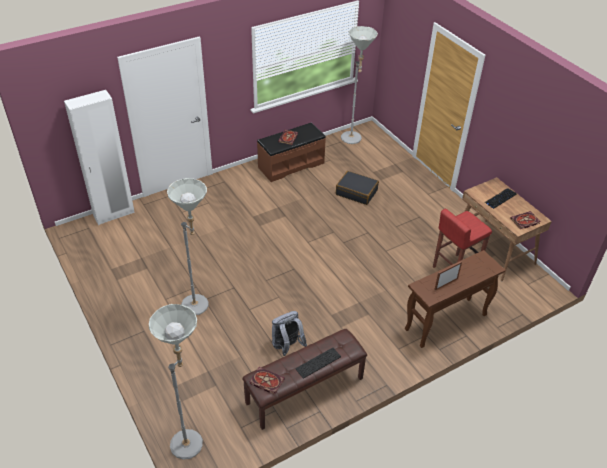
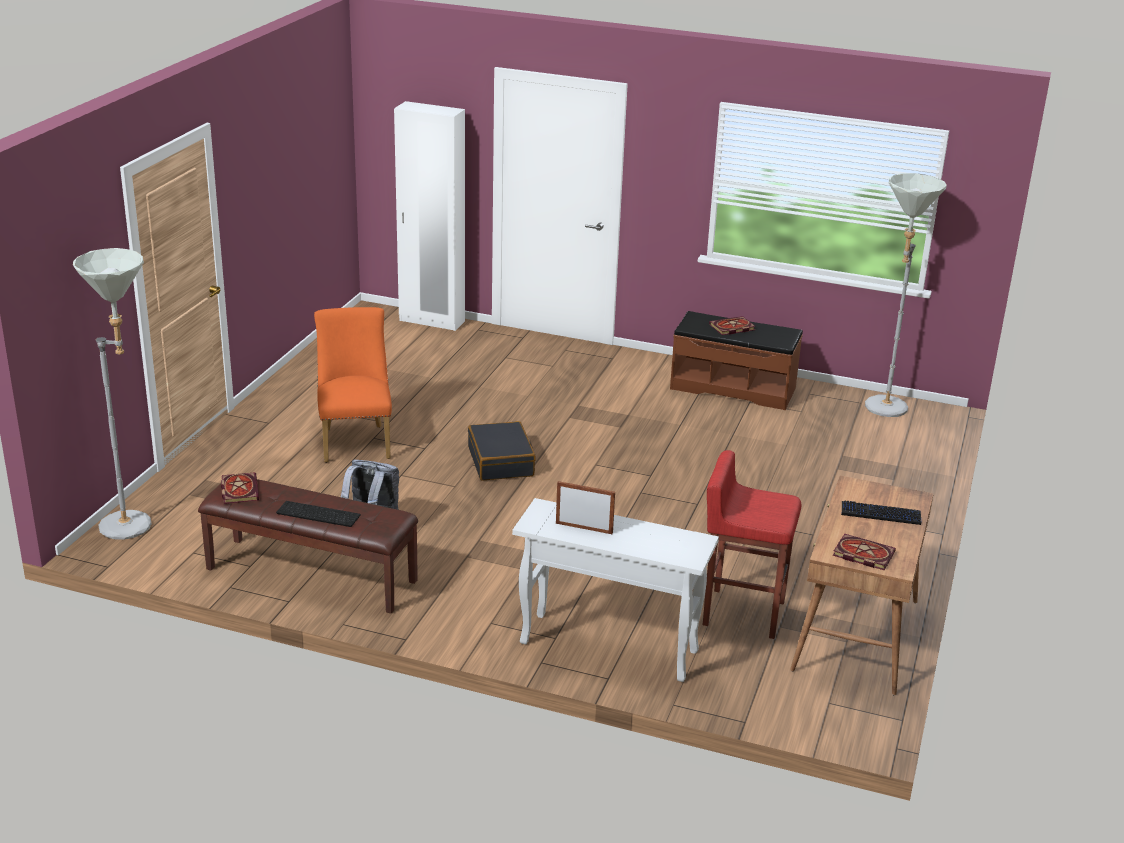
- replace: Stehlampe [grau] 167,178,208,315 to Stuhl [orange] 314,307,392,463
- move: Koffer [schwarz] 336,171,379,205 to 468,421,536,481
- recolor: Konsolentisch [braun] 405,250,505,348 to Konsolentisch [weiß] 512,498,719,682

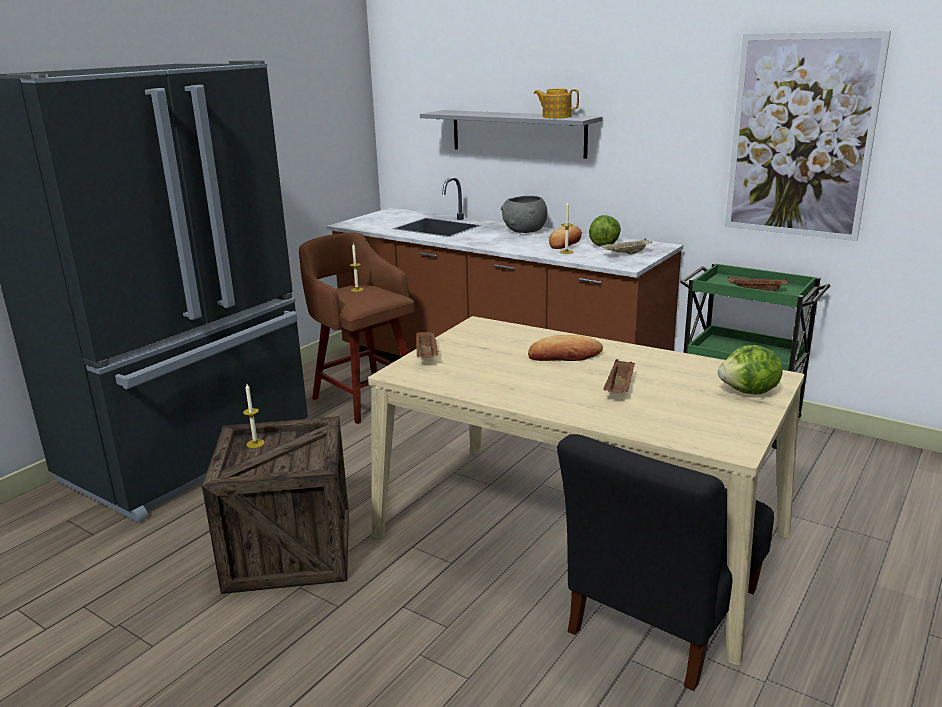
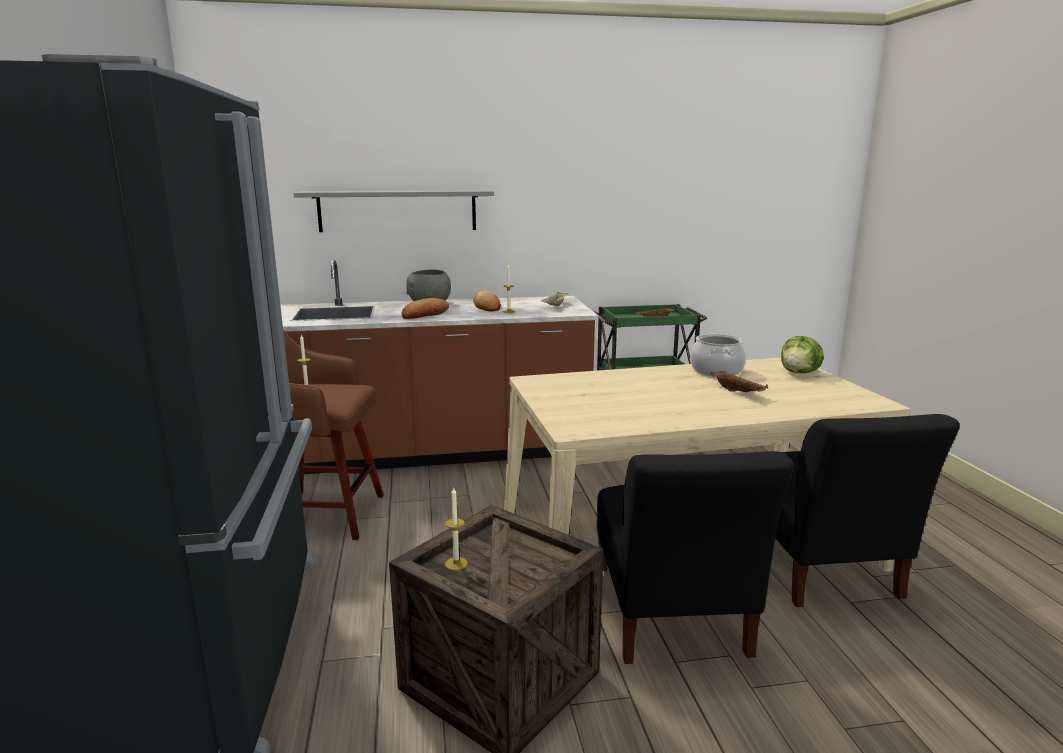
- delete: Tablett [braun] 417,331,438,358
- move: Brot 528,335,603,361 to 401,298,449,319
- delete: Teekanne 534,89,579,118
- delete: Salatkopf 589,215,621,247
- delete: Bild 725,31,891,241
- insert: Stuhl [schwarz] 596,451,794,664
- insert: Kochtopf 690,334,746,377

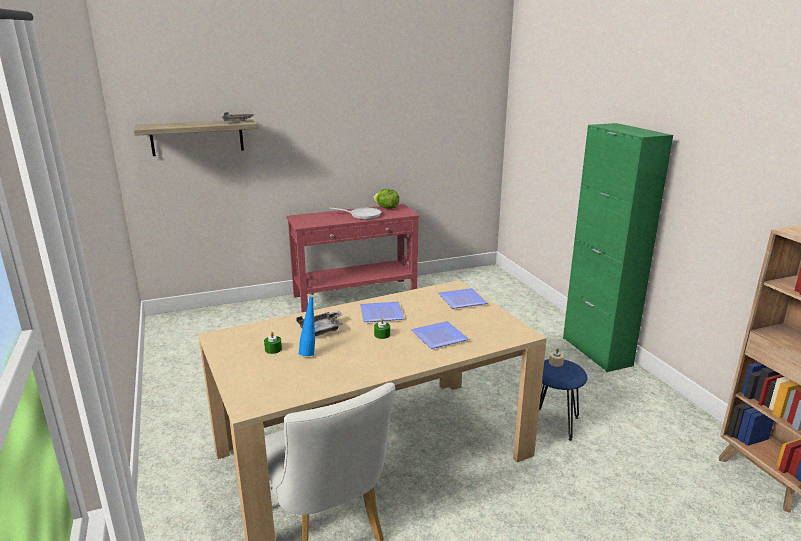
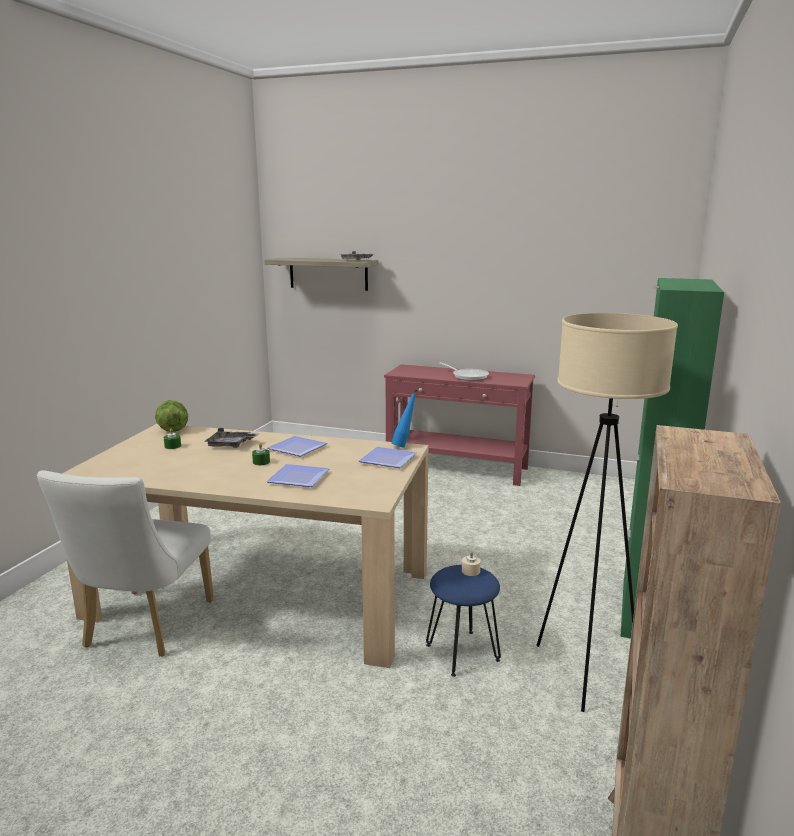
- move: Flasche [blau] 299,292,315,356 to 391,389,417,448
- move: Salatkopf 373,189,399,209 to 155,400,188,432
- insert: Stehlampe [beige] 537,313,678,712

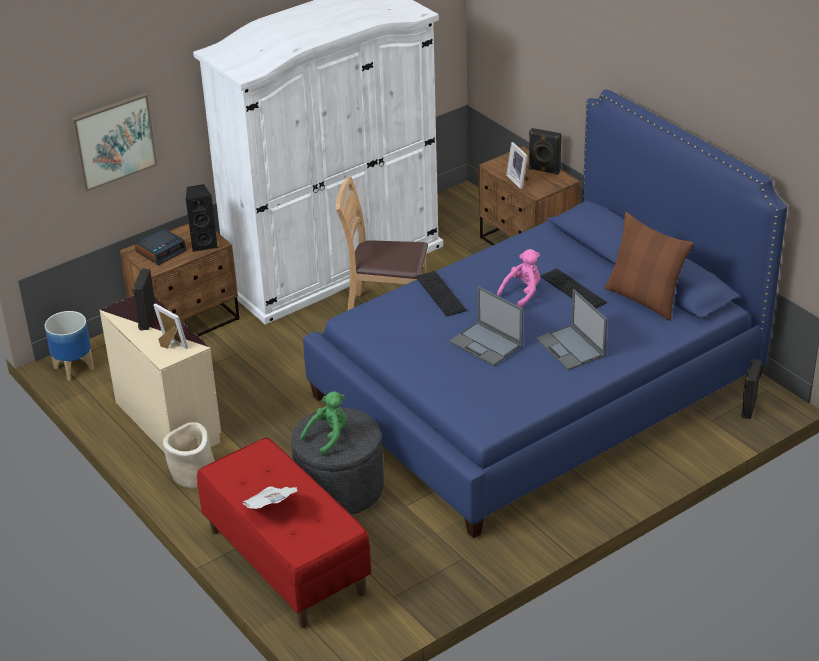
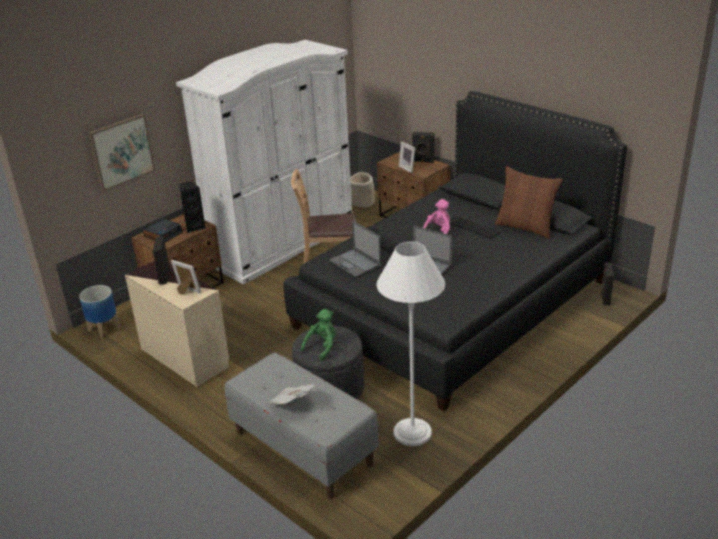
- move: Pflanzkübel [beige] 163,422,215,489 to 350,172,375,208
- recolor: Bank [rot] 197,437,371,628 to Bank [grau] 225,352,378,499
- recolor: Bett [blau] 303,89,787,539 to Bett [schwarz] 283,91,627,411
- move: Laptop 536,289,607,370 to 329,221,382,277
- insert: Stehlampe [weiß] 377,241,445,446

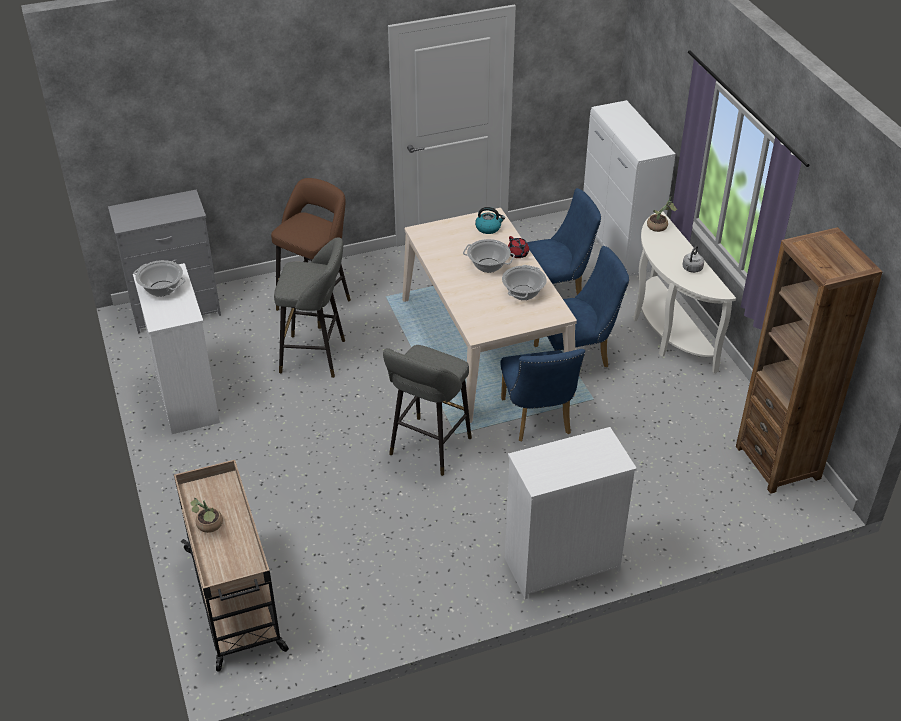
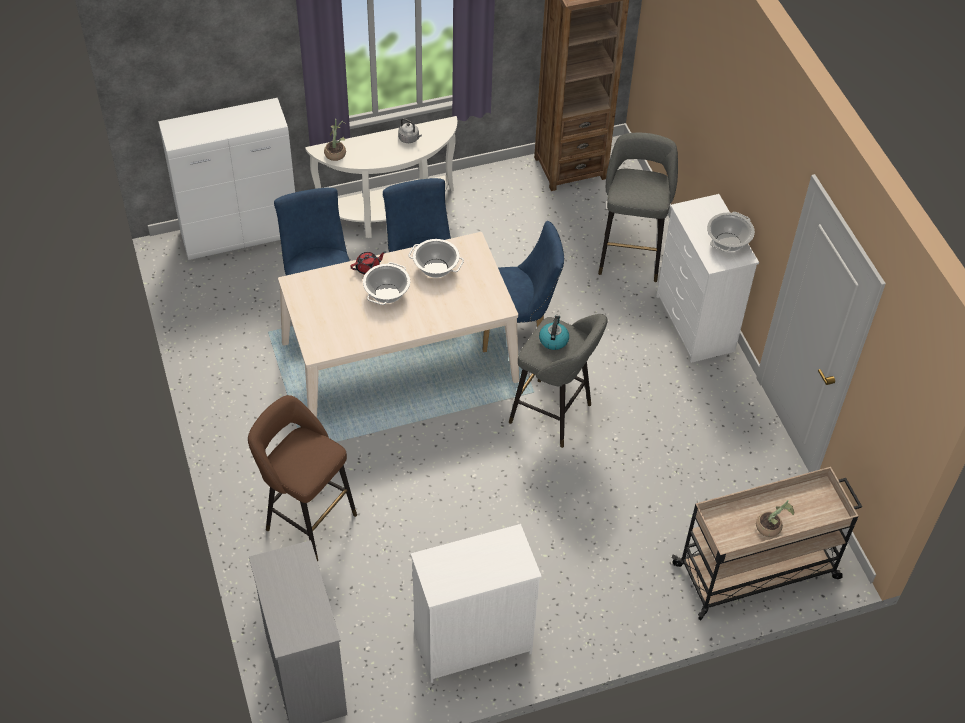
- move: Kochtopf 134,260,186,297 to 707,212,755,252
- move: Hocker [grau] 274,237,345,378 to 598,133,678,282
- move: Wasserkessel 475,207,505,234 to 539,315,569,350

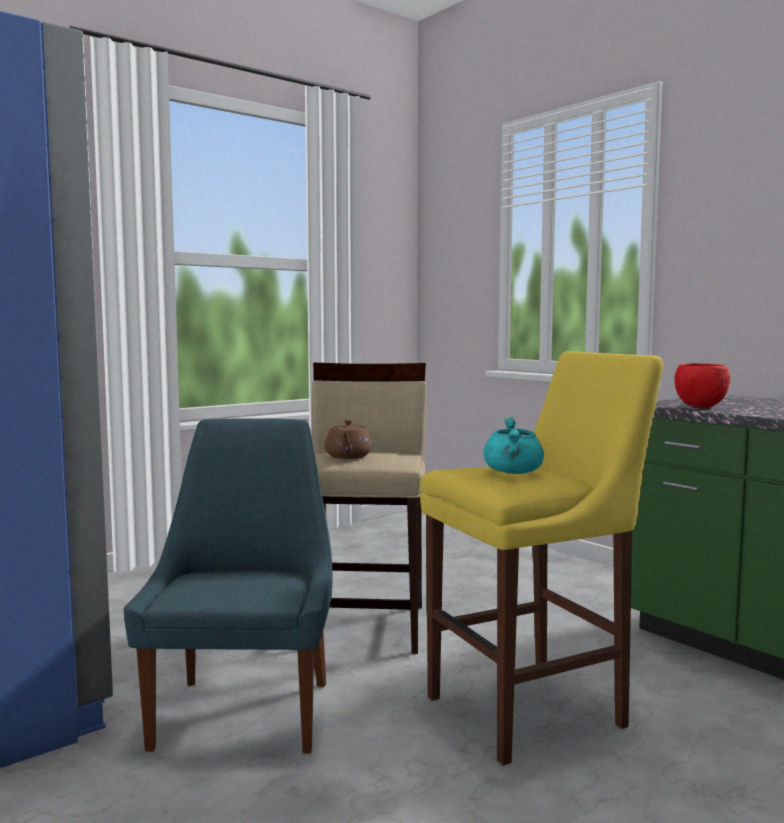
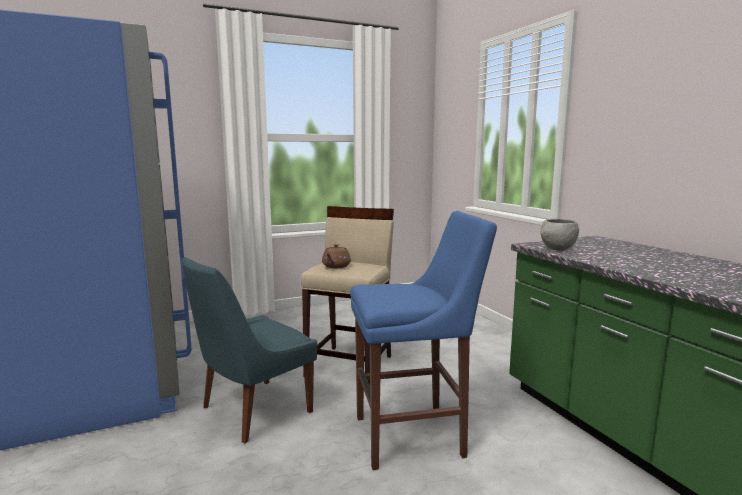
- rotate: Stuhl [blau] 124,418,332,754 = 182,257,317,444 150 degrees counterclockwise
- recolor: Hocker [gelb] 420,351,663,766 to Hocker [blau] 350,211,497,470
- delete: Kochtopf [türkis] 483,417,544,474
- recolor: Schüssel [rot] 674,363,730,408 to Schüssel [grau] 540,219,579,251

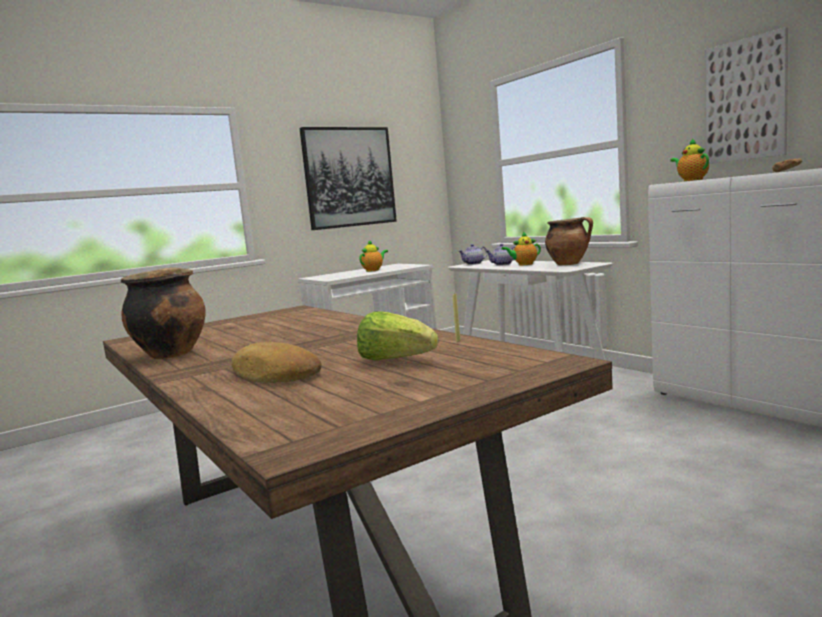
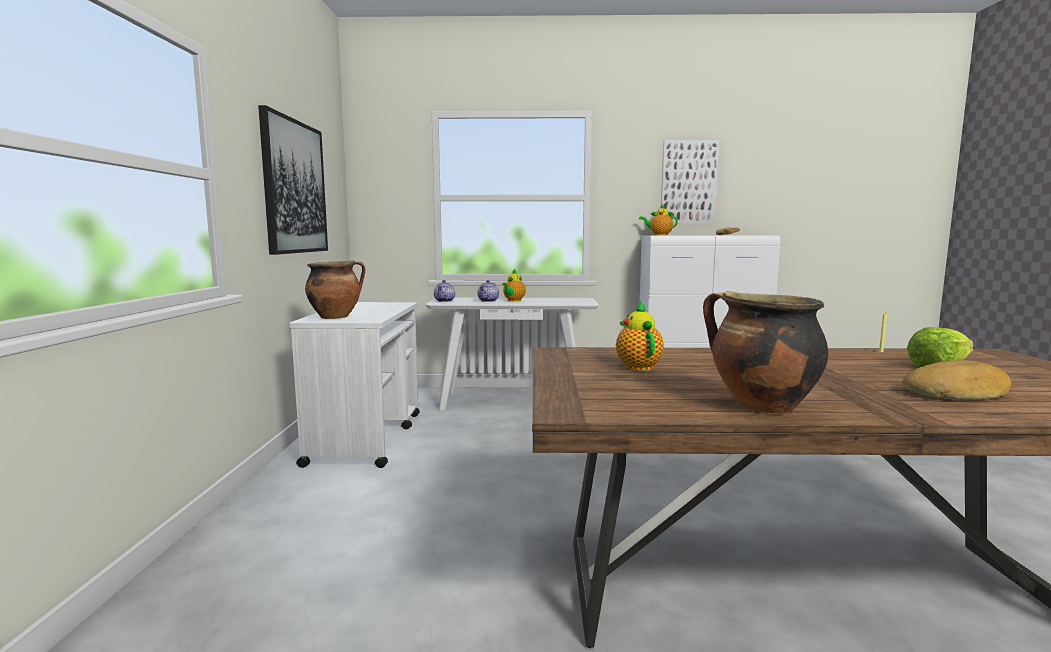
- move: Teekanne 359,240,388,272 to 616,301,664,371
- move: Kochtopf 545,217,593,265 to 305,260,365,319

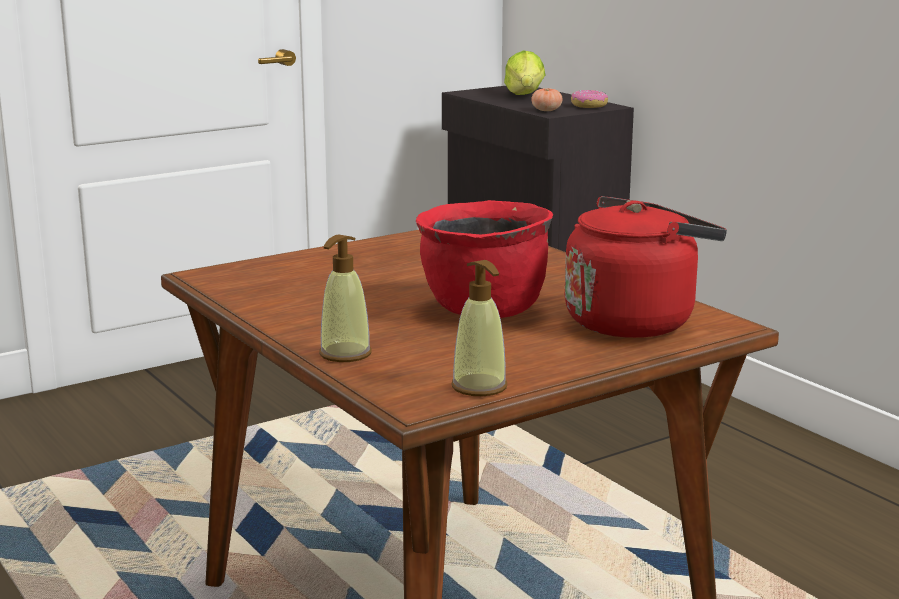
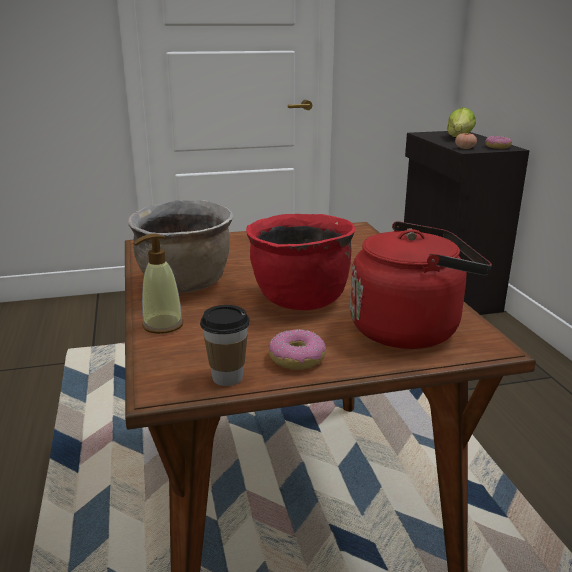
- replace: Seifenspender 451,260,507,396 to Tasse 200,305,250,386
- insert: Kochtopf [braun] 128,200,233,293
- insert: Donut 268,329,326,370

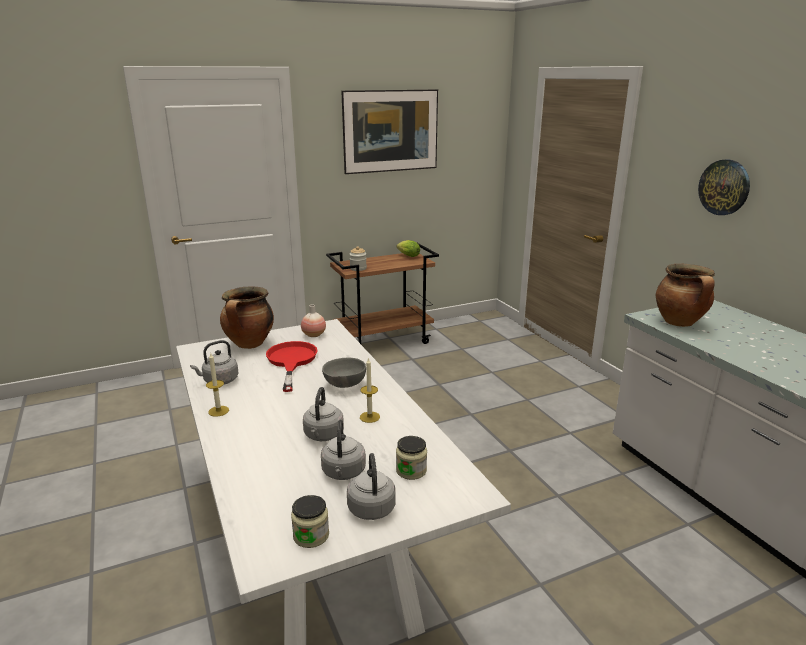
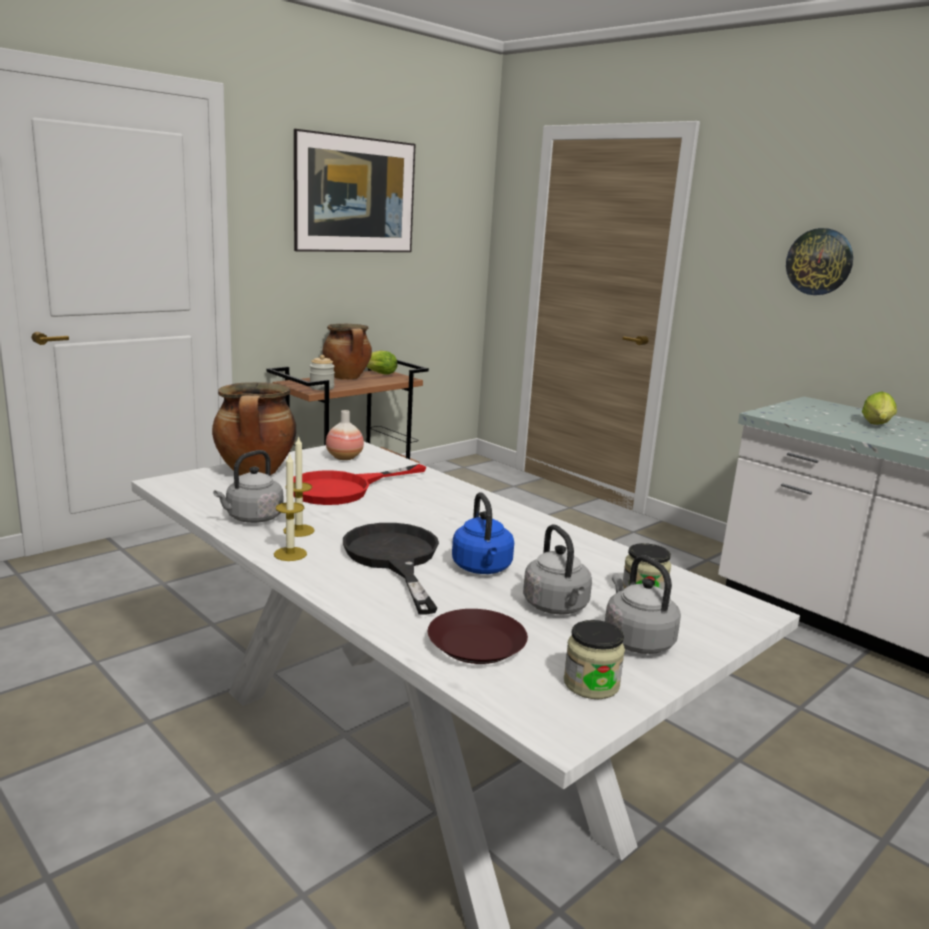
- rotate: Pfanne [rot] 266,341,318,392 = 293,464,427,505 105 degrees counterclockwise
- recolor: Wasserkessel [grau] 303,387,344,441 to Wasserkessel [blau] 452,492,514,574
- delete: Schüssel [grau] 322,358,366,388
- move: Kerze 360,357,380,423 to 283,436,315,537
- move: Kochtopf 656,264,715,327 to 322,324,372,380
- insert: Pfanne [schwarz] 343,523,439,615
- insert: Teller [braun] 428,609,528,664
- insert: Salatkopf 862,391,897,425

